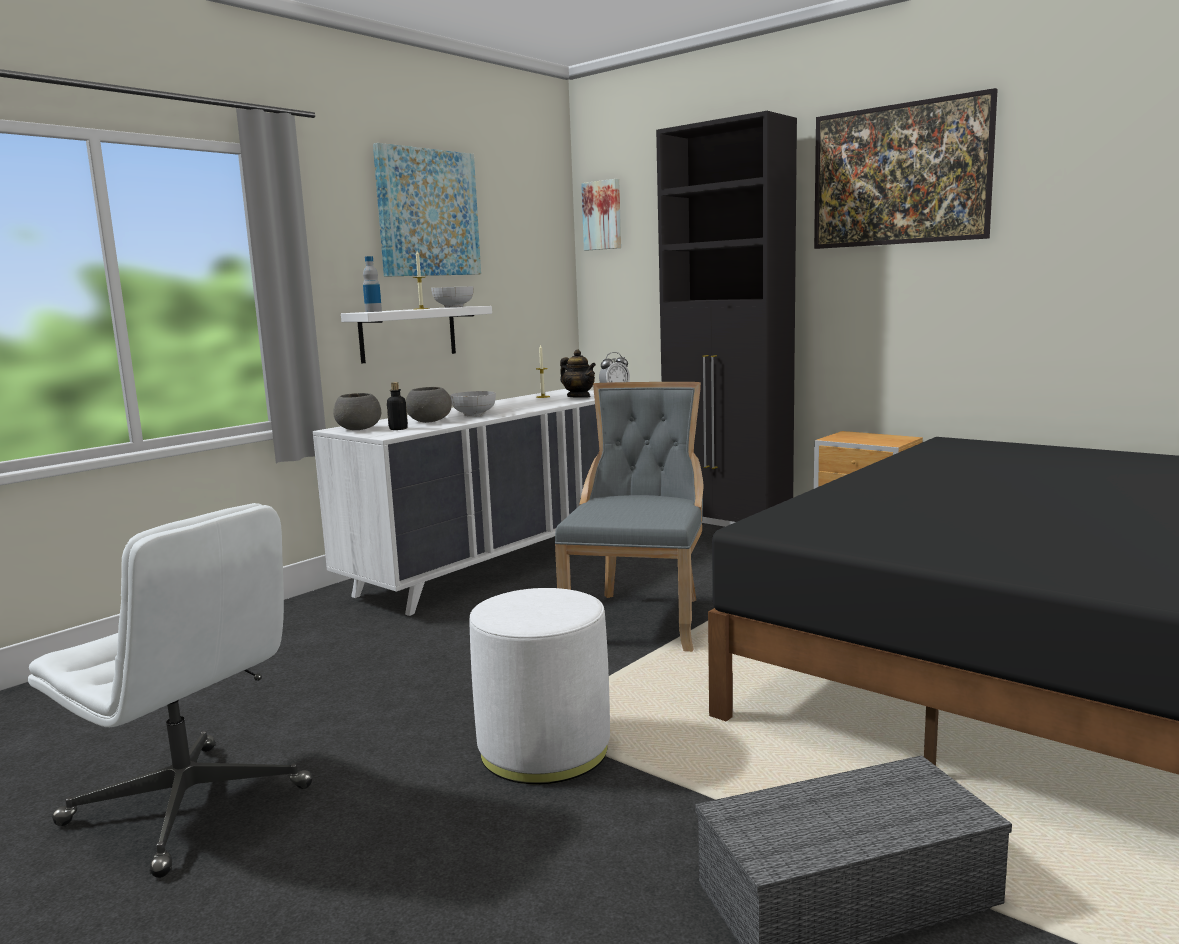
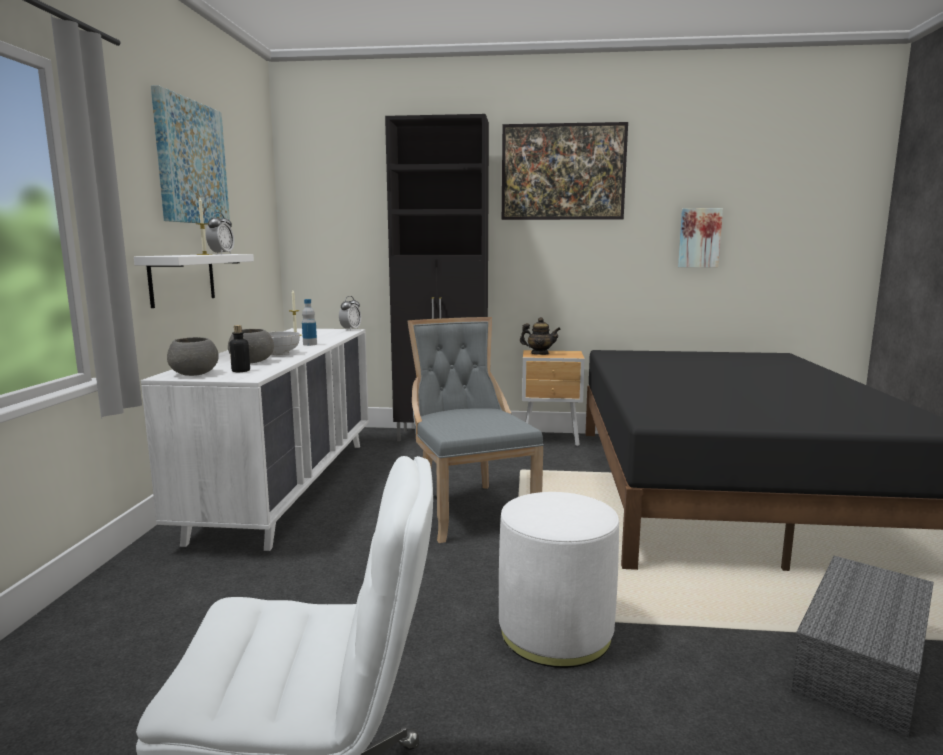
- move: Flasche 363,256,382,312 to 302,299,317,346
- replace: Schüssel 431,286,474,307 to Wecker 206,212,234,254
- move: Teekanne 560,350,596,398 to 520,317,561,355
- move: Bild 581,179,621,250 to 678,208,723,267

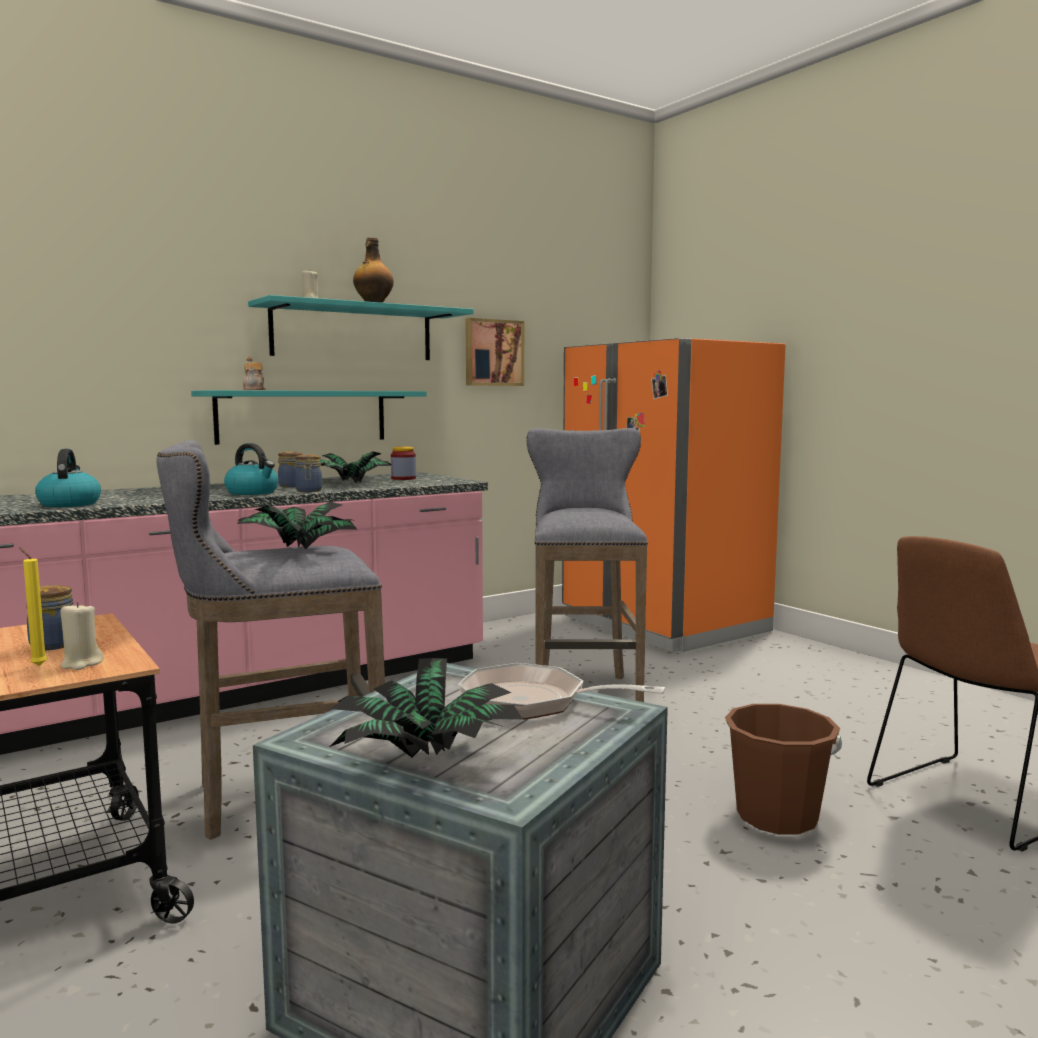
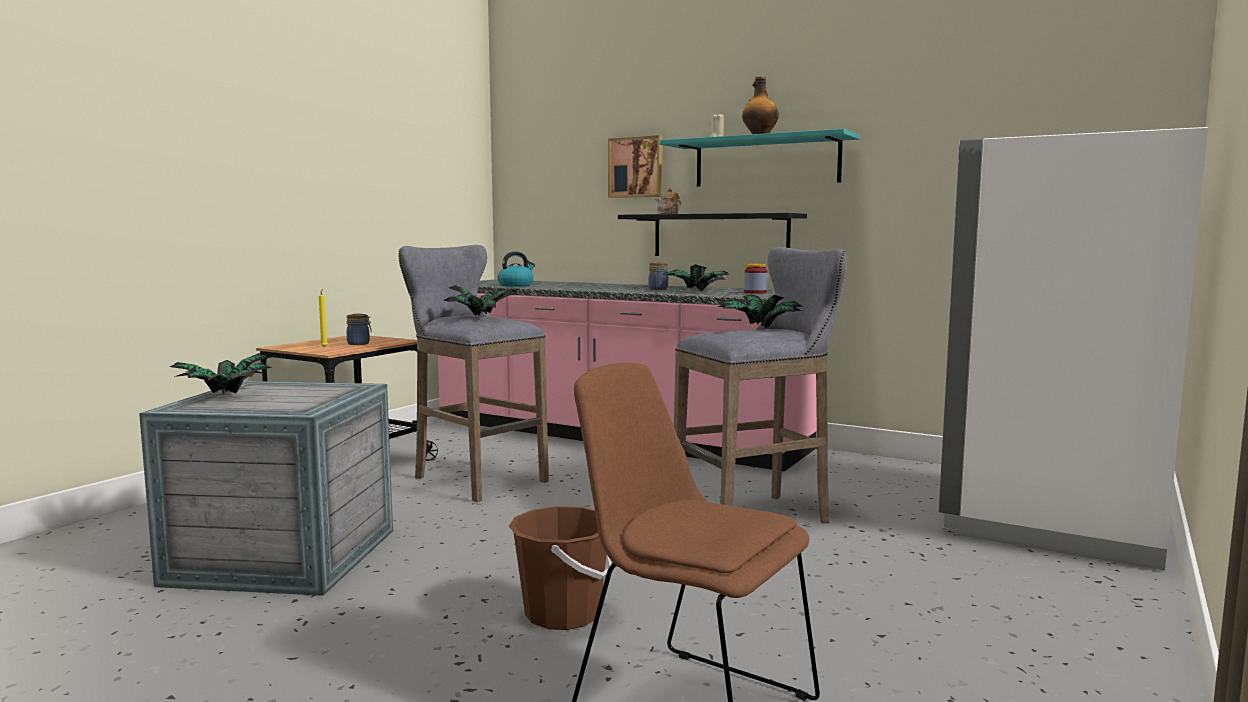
- delete: Kerze [beige] 60,602,103,670
- recolor: Wandregal [türkis] 191,390,426,445 to Wandregal [schwarz] 618,213,807,256
- delete: Wasserkessel 224,443,278,495
- delete: Vorratsglas 295,454,322,492
- delete: Pfanne 458,663,666,720
- move: Bild 465,318,524,386 to 608,135,663,198
- recolor: Kühlschrank [orange] 562,338,786,652 to Kühlschrank [weiß] 939,127,1208,571
- insert: Topfpflanze 718,294,803,328

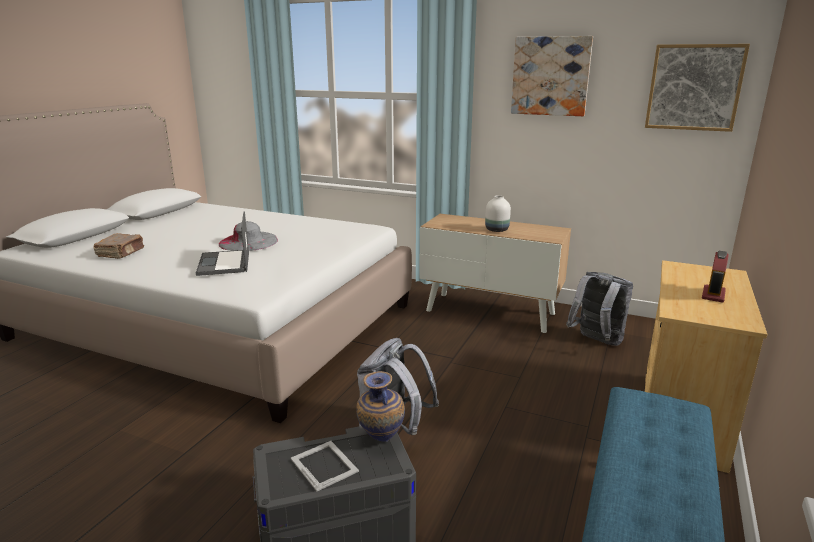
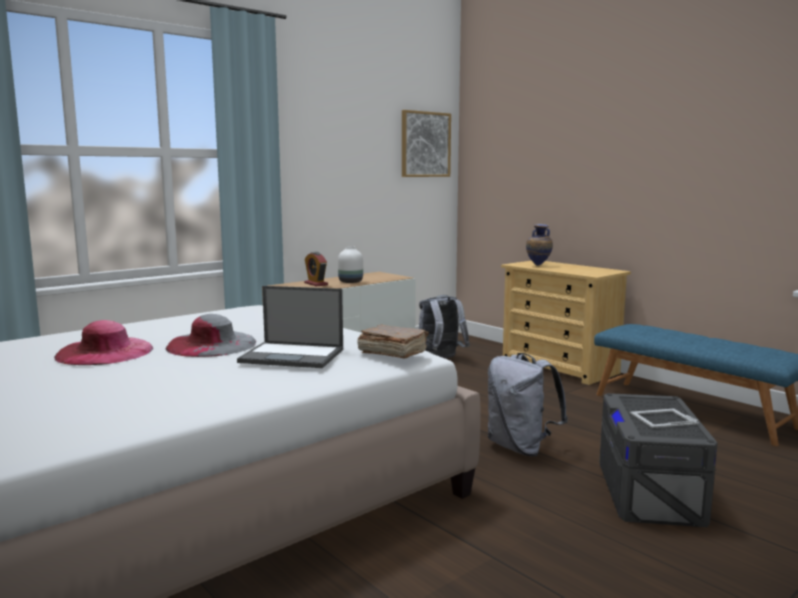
- move: Buch [braun] 93,233,144,259 to 358,324,429,358
- move: Vase 356,371,405,442 to 526,224,553,266
- delete: Bild 511,36,593,116
- move: Wecker 702,251,729,303 to 304,252,328,286
- insert: Hut [rosa] 54,320,153,365

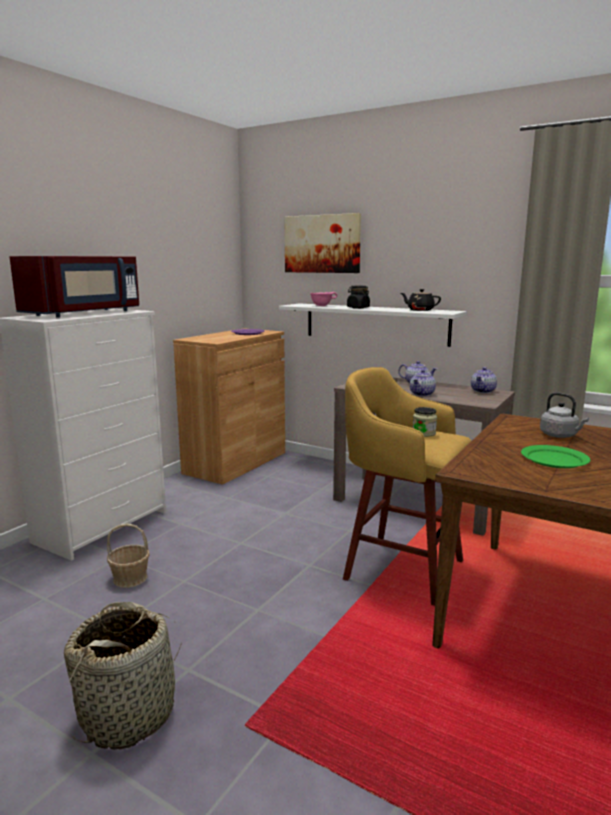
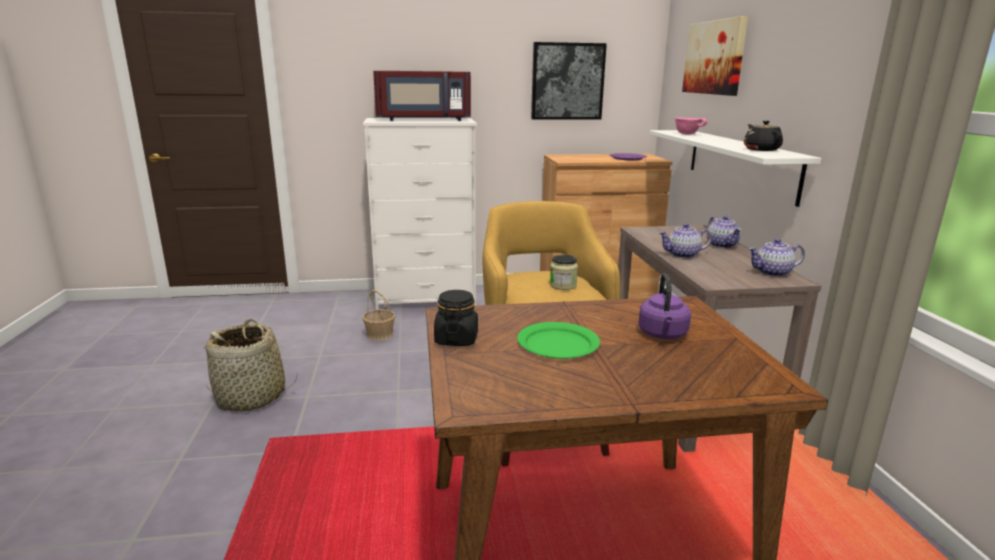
- move: Vorratsglas [schwarz] 347,286,370,309 to 434,290,478,346
- recolor: Wasserkessel [grau] 540,392,589,438 to Wasserkessel [lila] 638,273,691,339
- insert: Bild 531,42,607,119

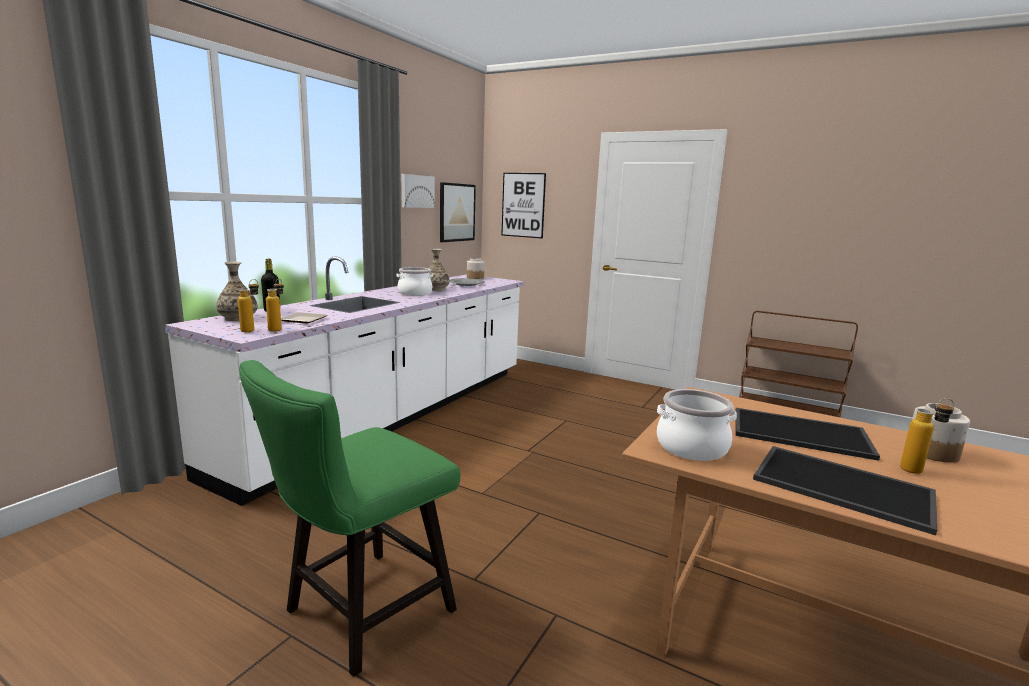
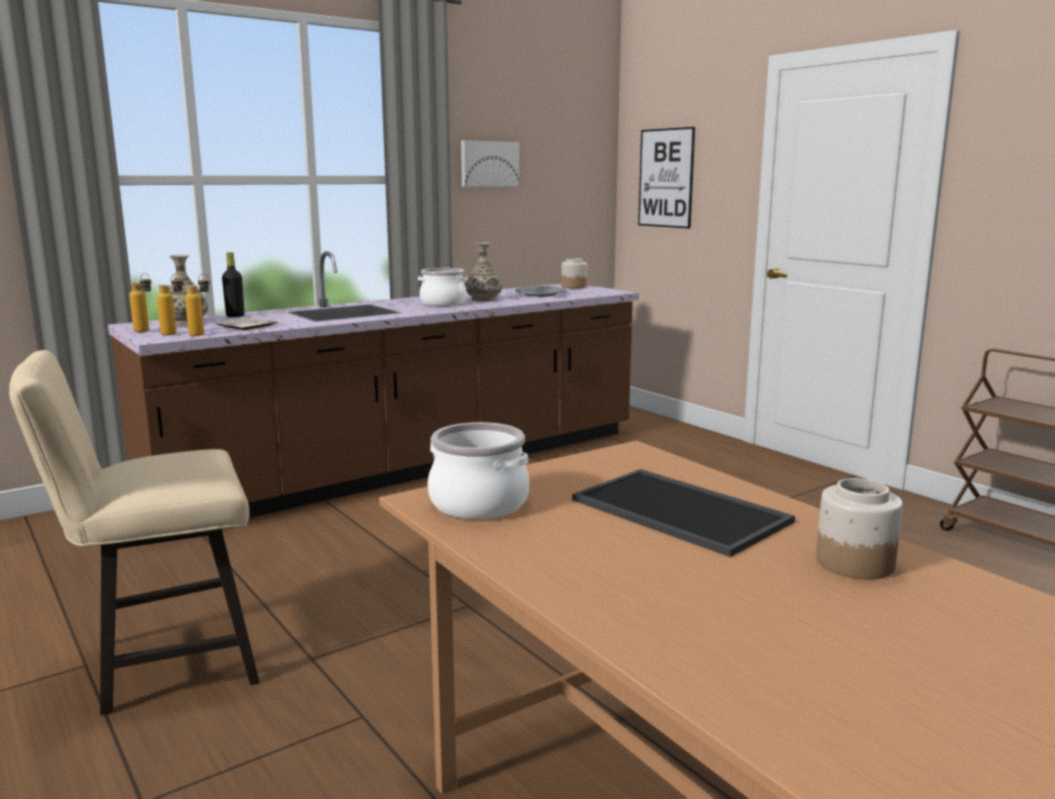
- recolor: Küchenzeile [weiß] 165,256,524,506 to Küchenzeile [braun] 108,251,639,518
- recolor: Stuhl [grün] 239,360,460,677 to Stuhl [beige] 9,350,259,715
- delete: Bild 440,182,476,242
- delete: Tablett 753,446,937,535
- move: Flasche 900,398,954,474 to 129,273,151,332

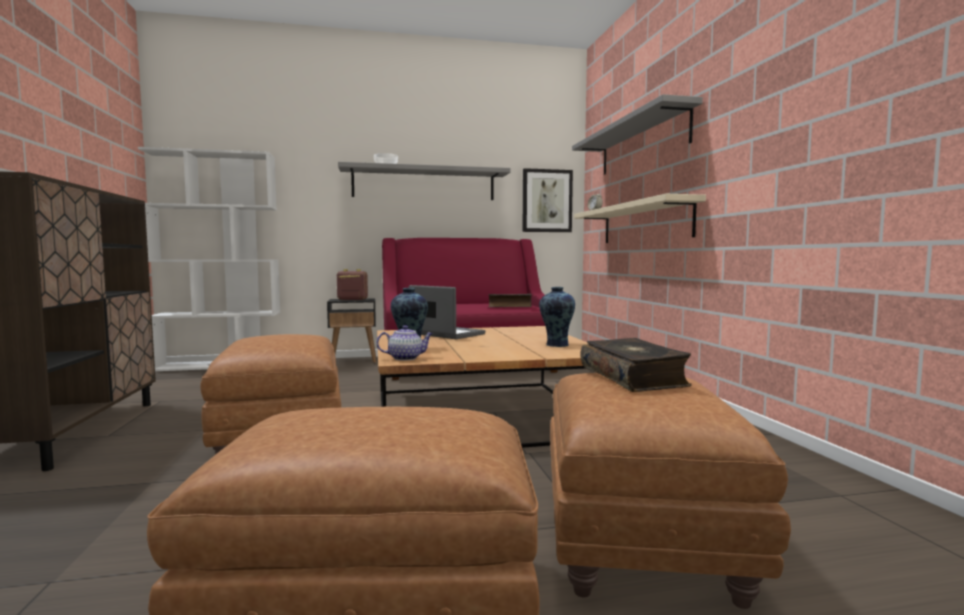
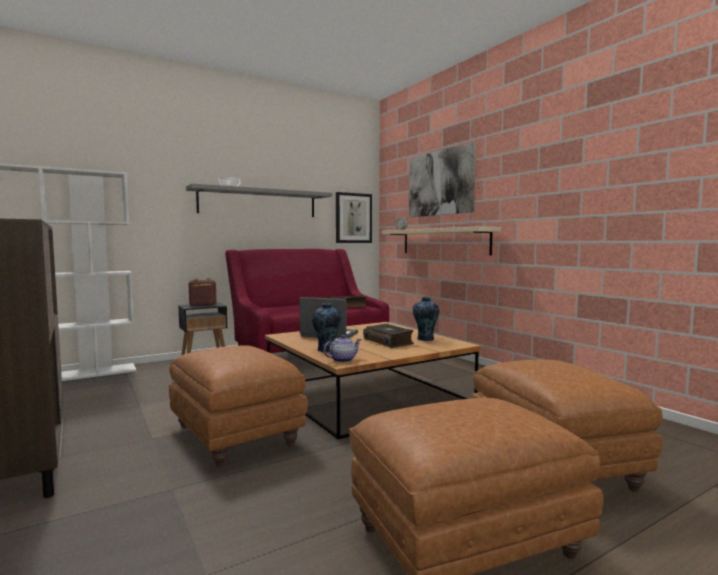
- replace: Wandregal [grau] 572,94,703,175 to Bild 409,142,476,217
- move: Buch 580,338,692,392 to 363,324,414,348

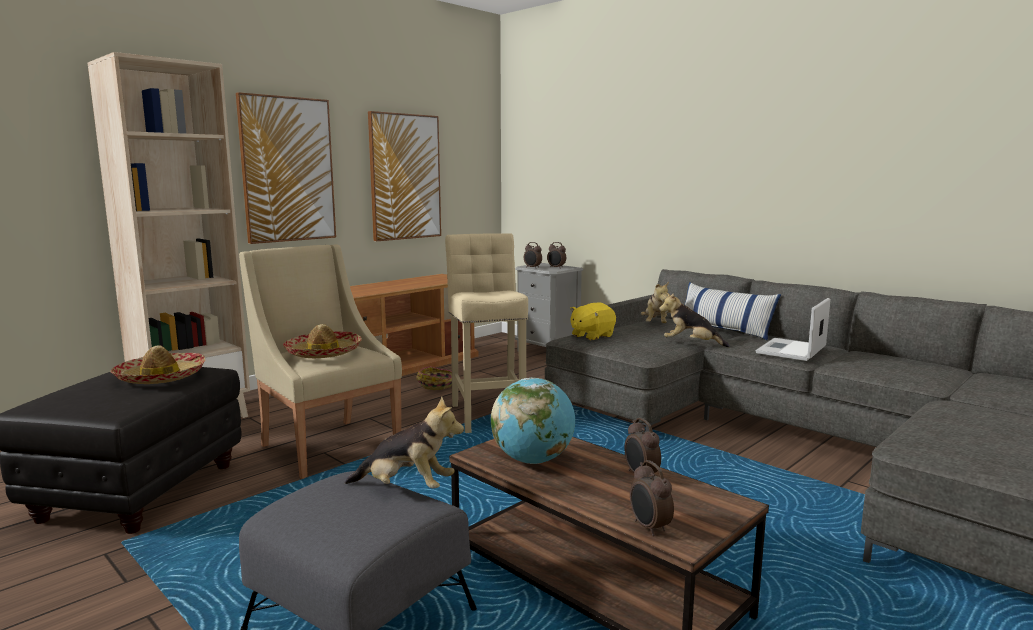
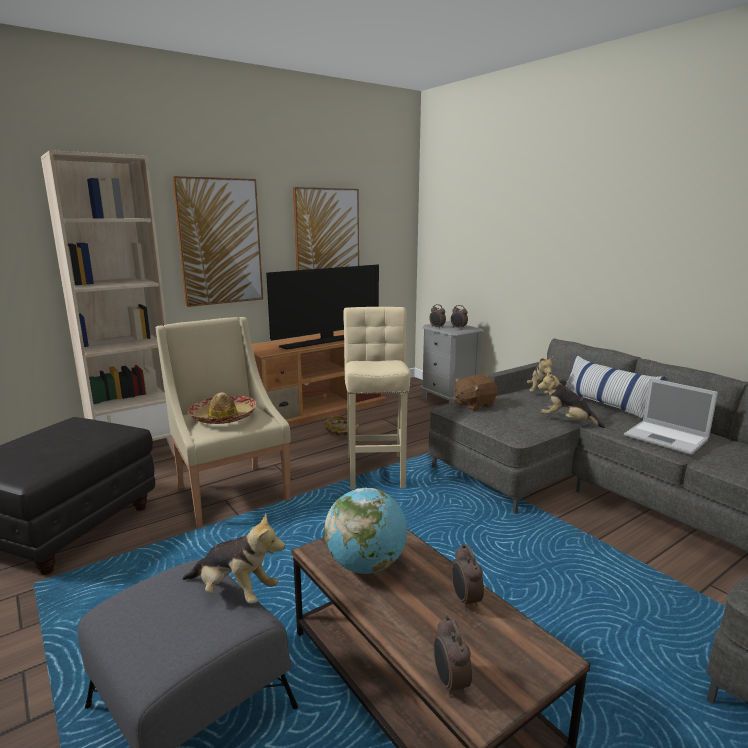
- delete: Hut 111,345,205,384
- recolor: Plüschtier [gelb] 570,303,616,341 to Plüschtier [braun] 454,375,498,411
- rotate: Laptop 756,298,831,361 = 624,378,718,455 90 degrees counterclockwise
- insert: Fernseher 266,264,379,350

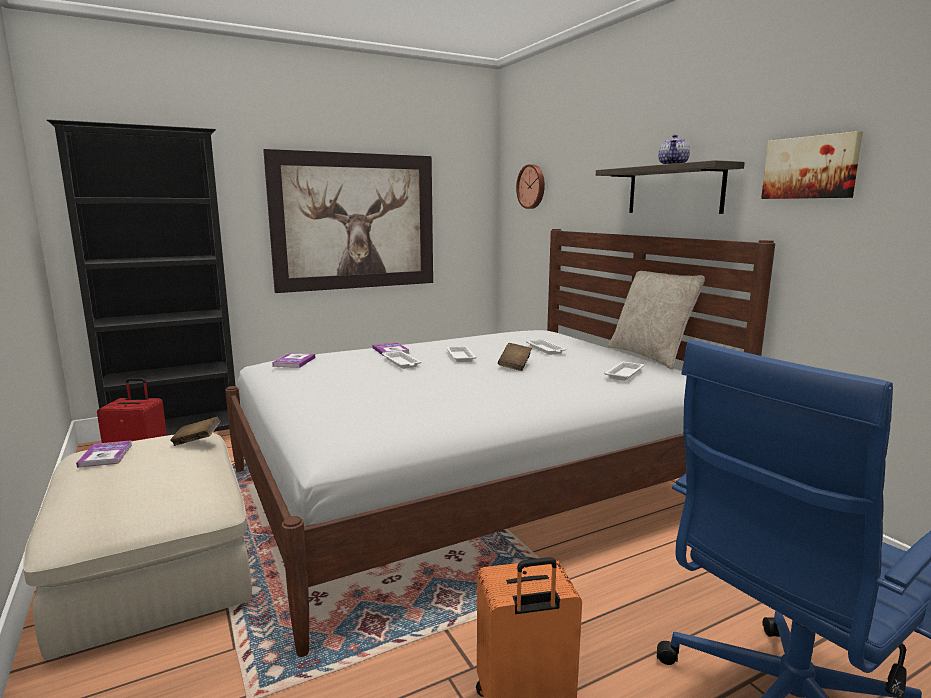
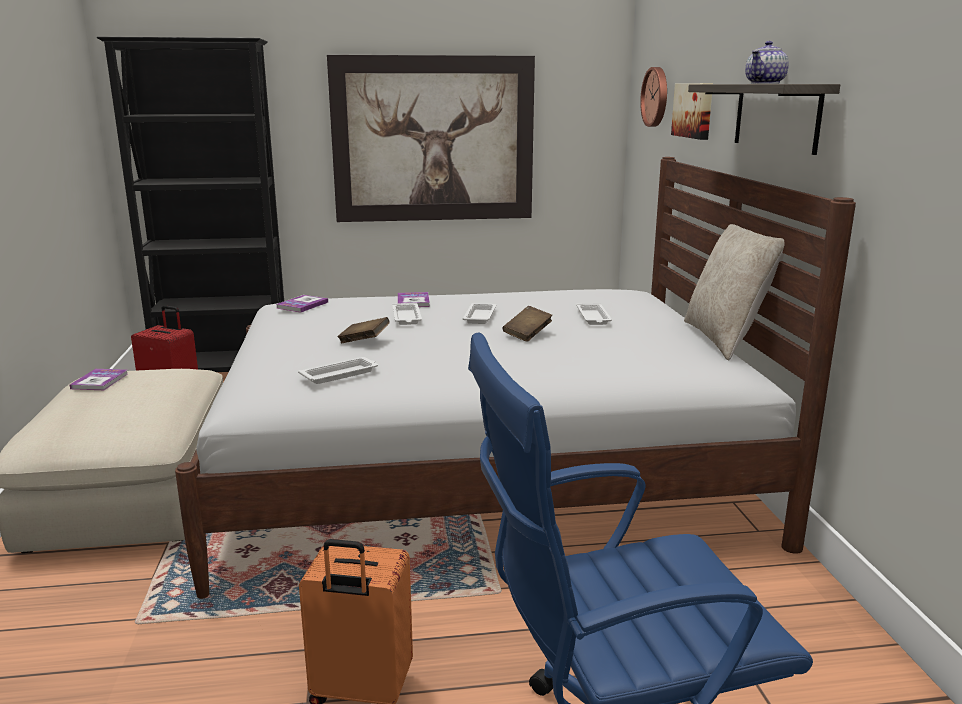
- move: Buch [braun] 170,417,221,446 to 337,317,390,343
- move: Tablett [weiß] 604,362,644,381 to 298,357,378,384
- move: Bild 761,131,863,199 to 671,83,713,140

